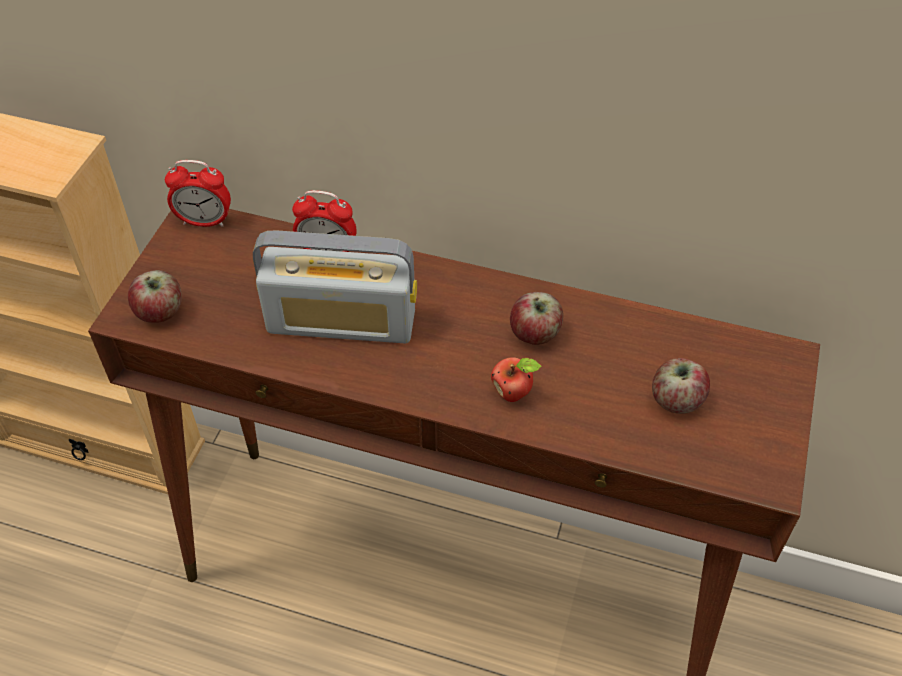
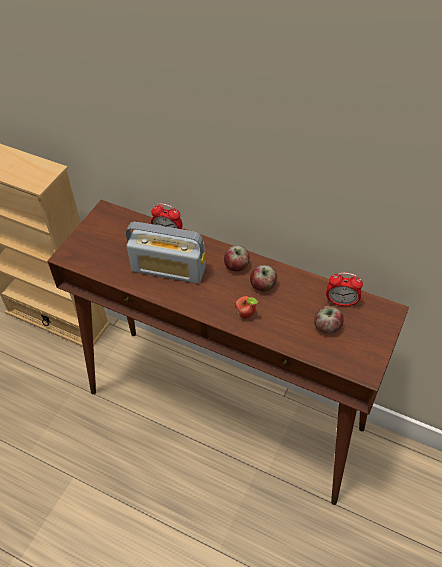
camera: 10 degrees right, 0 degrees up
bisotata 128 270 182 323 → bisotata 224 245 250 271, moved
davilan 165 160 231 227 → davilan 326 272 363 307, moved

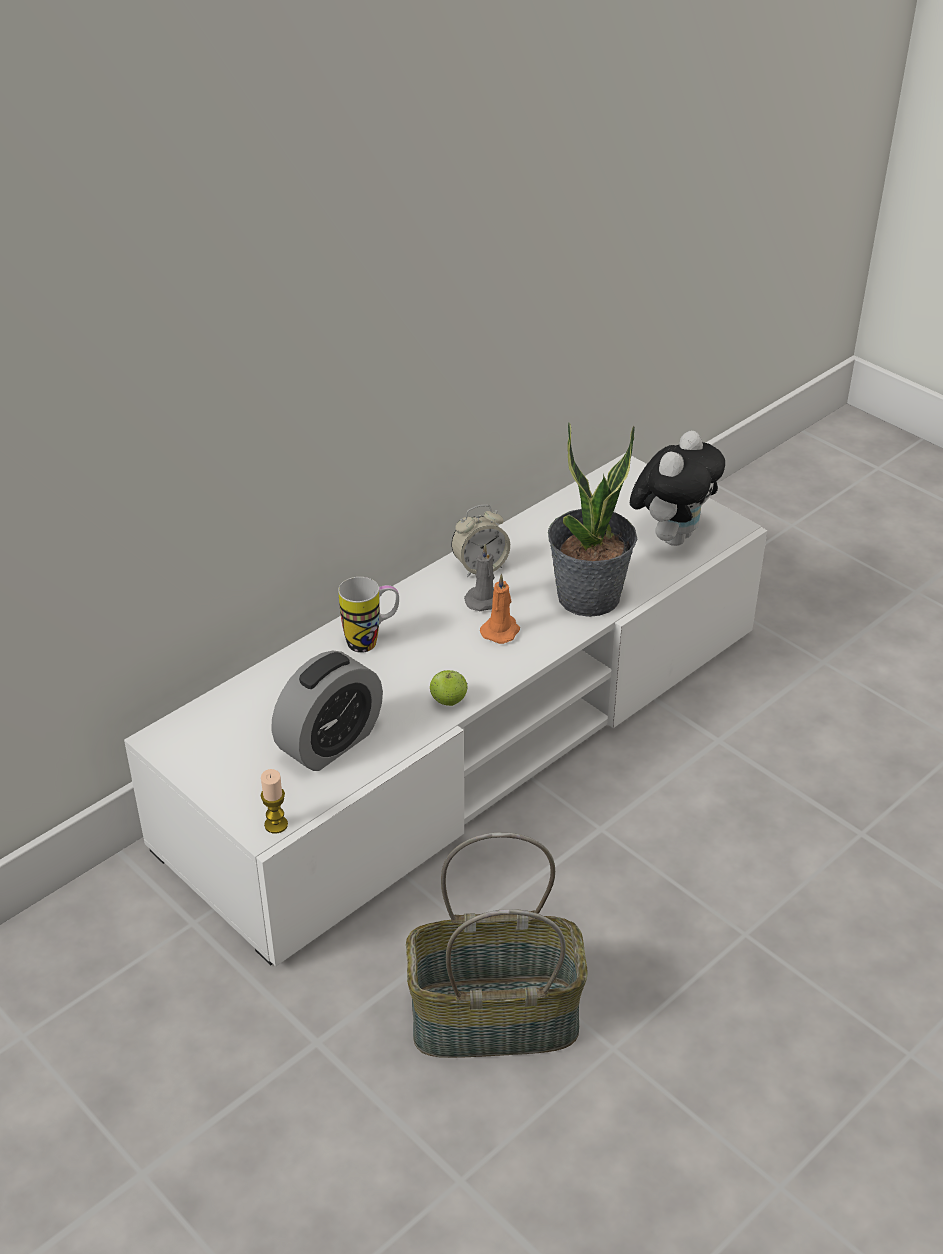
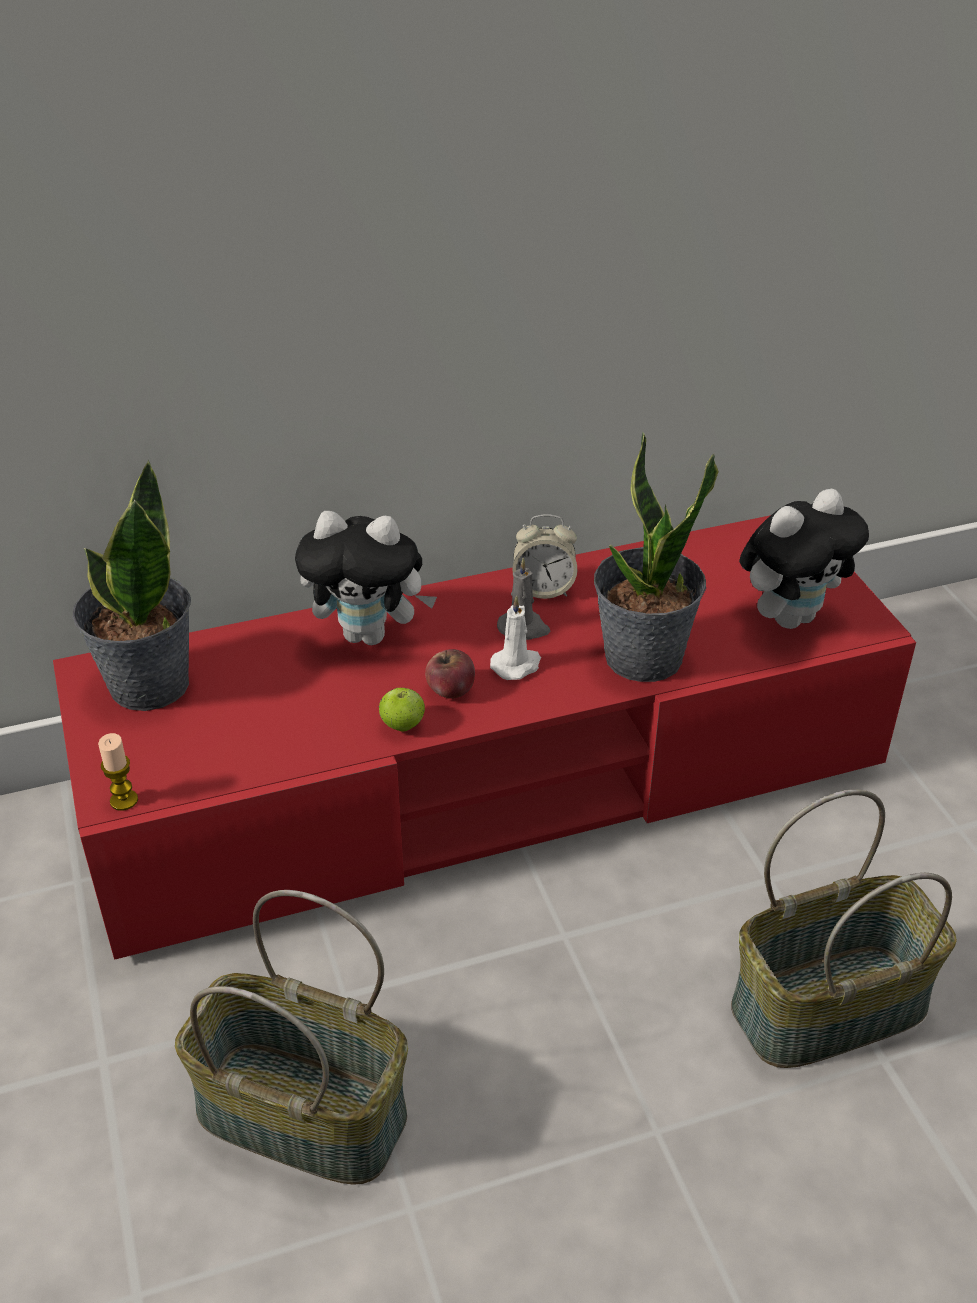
camera: 25 degrees right, 0 degrees up
davilan 272 651 383 771 → -
- → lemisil 73 459 191 711
- → bisotata 425 649 475 699
- → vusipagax 731 789 957 1068
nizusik 338 577 399 653 → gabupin 295 511 437 645
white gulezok 124 453 767 967 → red gulezok 53 515 916 960
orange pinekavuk 480 574 520 644 → white pinekavuk 490 595 541 680

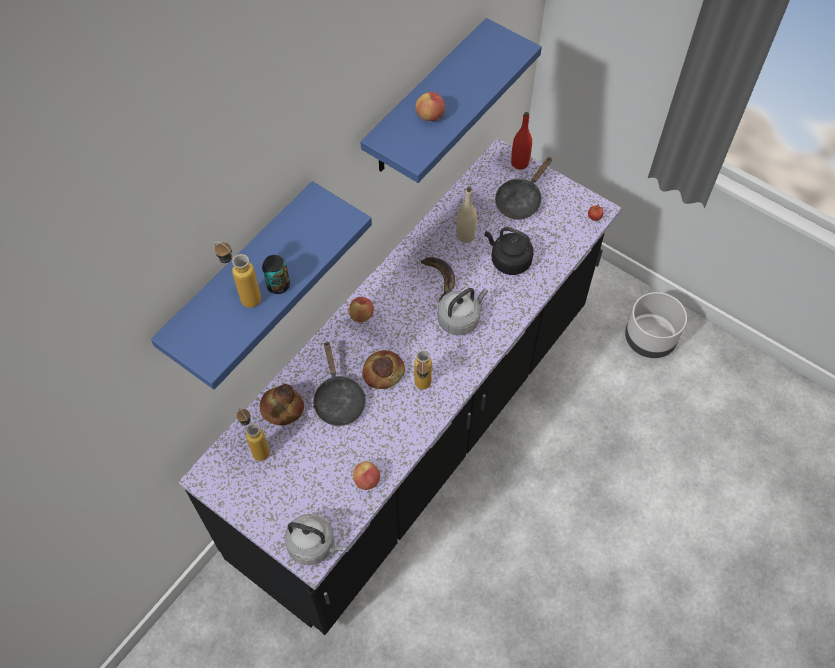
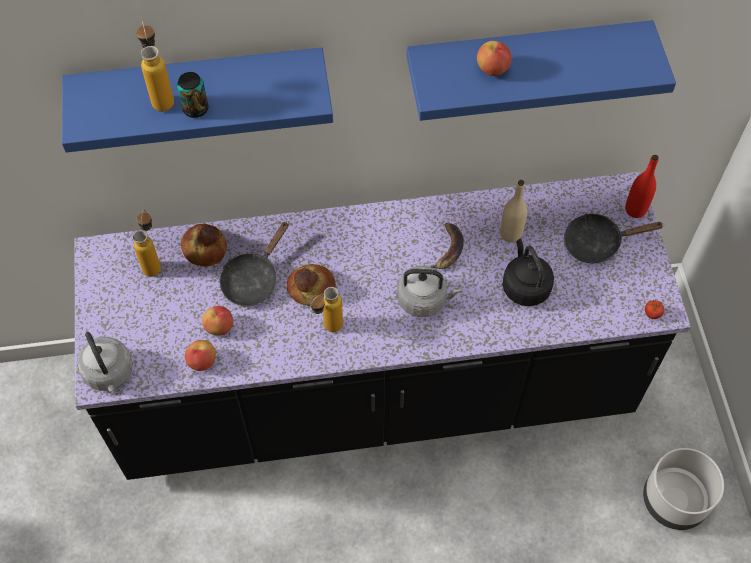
camera: 45 degrees right, 0 degrees up
bisotata 348 297 374 323 → bisotata 202 306 233 335, moved

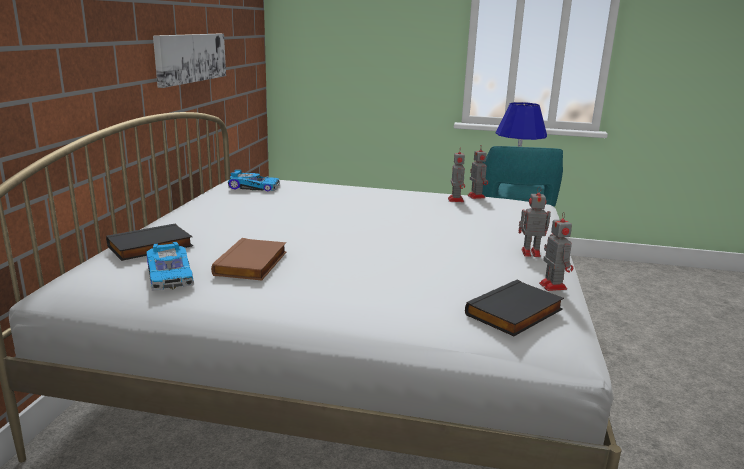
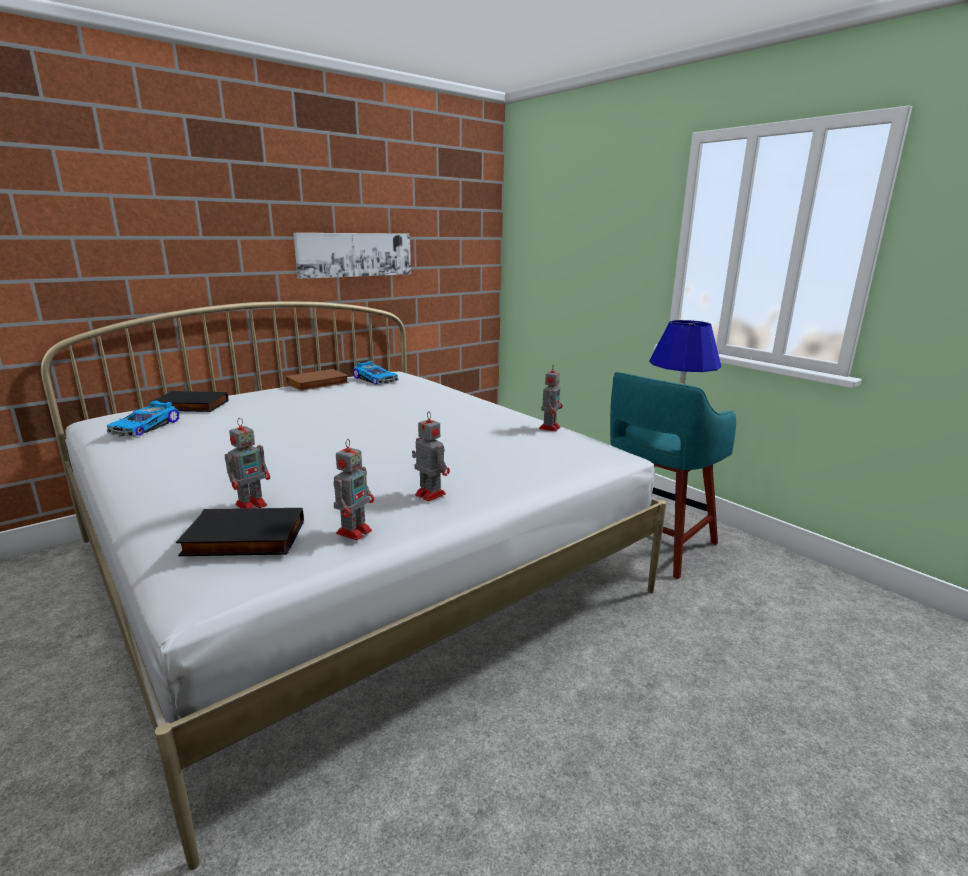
camera: 40 degrees right, 0 degrees up
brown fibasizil 211 238 287 280 → brown fibasizil 286 369 349 391, moved
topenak 448 152 465 202 → topenak 225 418 270 509, moved

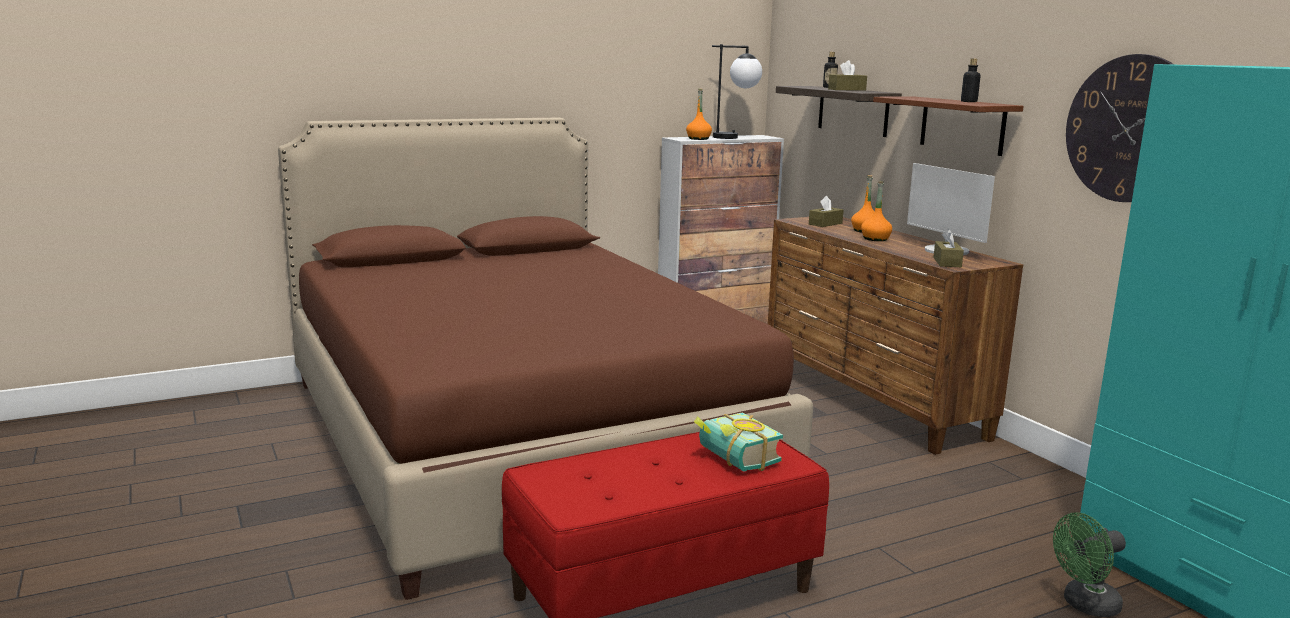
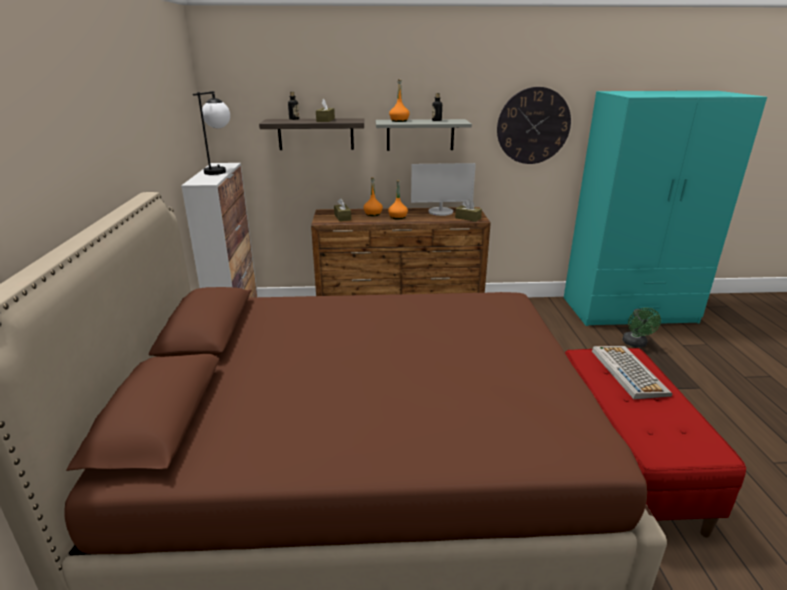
camera: 65 degrees left, 10 degrees up
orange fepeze 686 89 712 140 → orange fepeze 389 79 410 122, moved
fibasizil 694 412 783 472 → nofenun 592 346 672 399
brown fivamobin 873 96 1024 156 → grey fivamobin 376 119 472 151

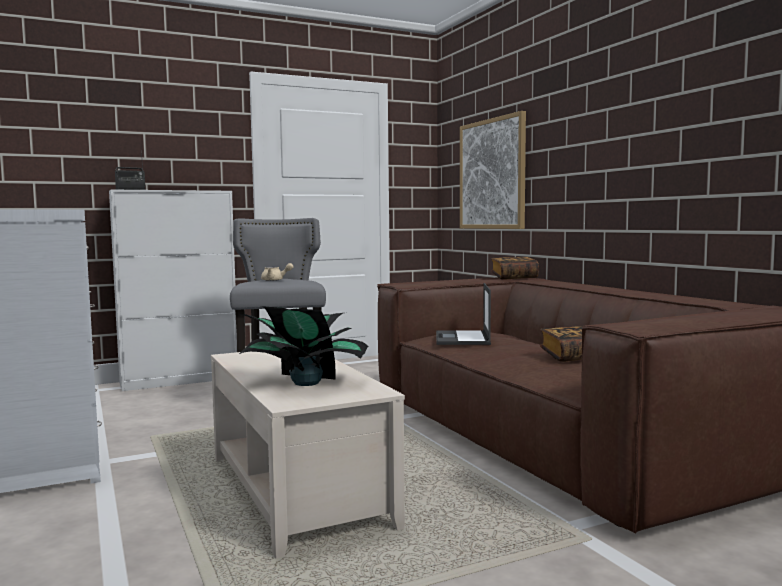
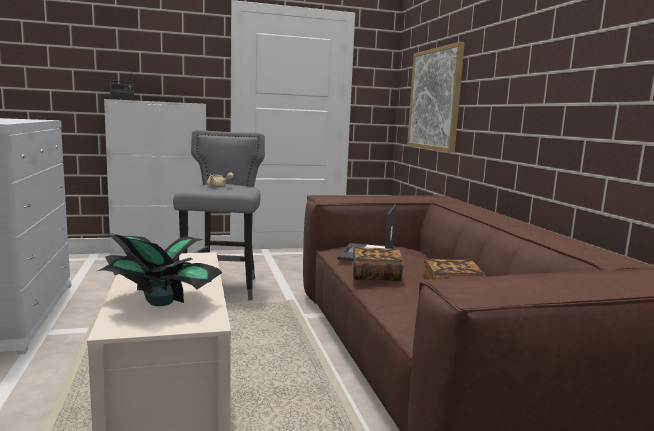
camera: 10 degrees right, 5 degrees up
fibasizil 491 257 539 280 → fibasizil 353 247 404 281, moved

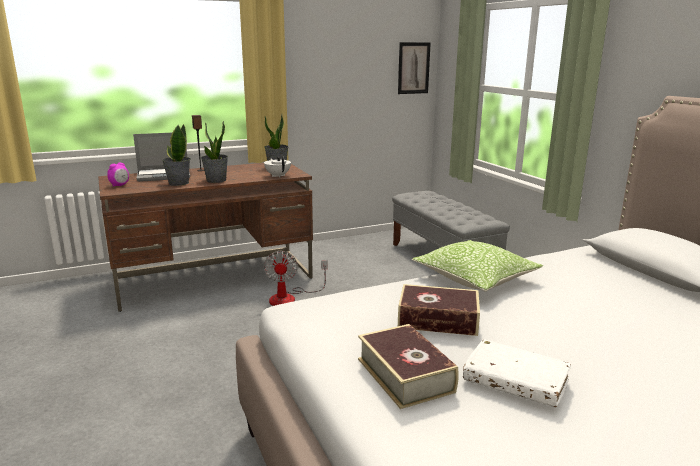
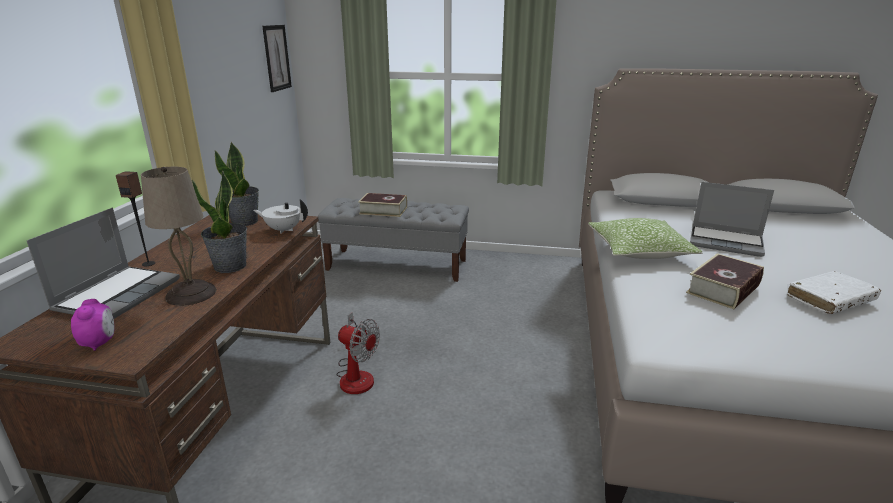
camera: 55 degrees left, 5 degrees up
- → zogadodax 690 182 774 257
fibasizil 358 324 459 409 → fibasizil 358 193 407 217, moved
lemisil 162 124 190 186 → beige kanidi 141 167 217 306

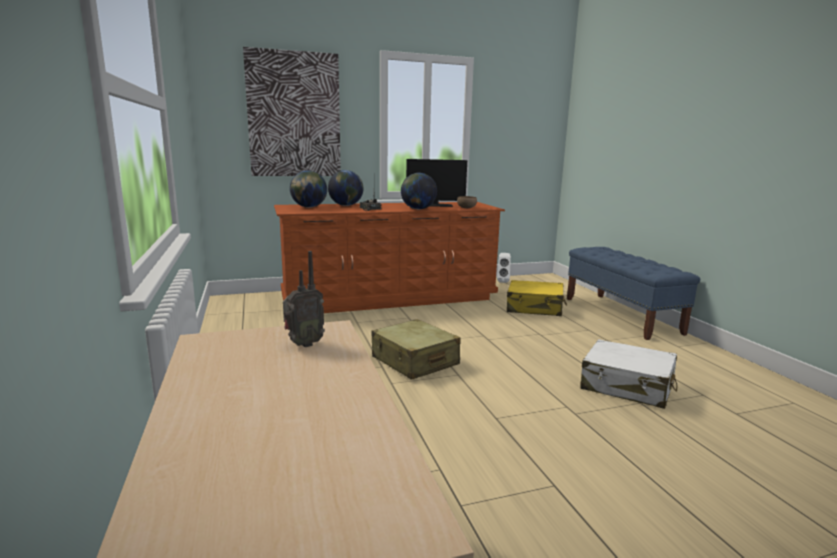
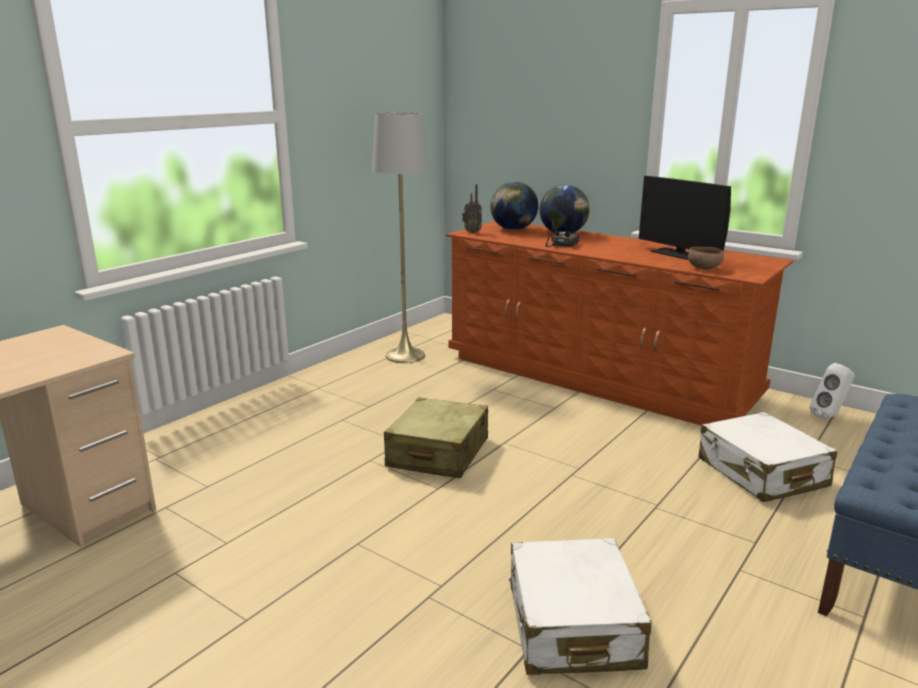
camera: 55 degrees right, 5 degrees up
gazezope 243 47 341 176 → -
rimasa 401 173 437 209 → -
- → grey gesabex 372 111 428 363
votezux 283 251 325 347 → votezux 462 184 482 233, moved
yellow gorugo 507 280 567 316 → white gorugo 699 412 837 502

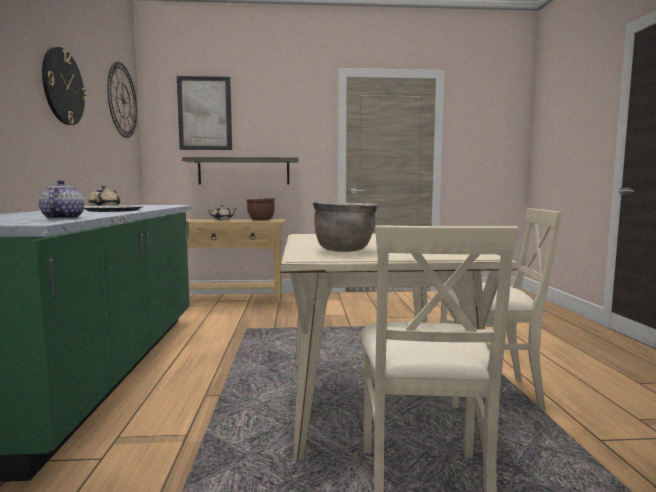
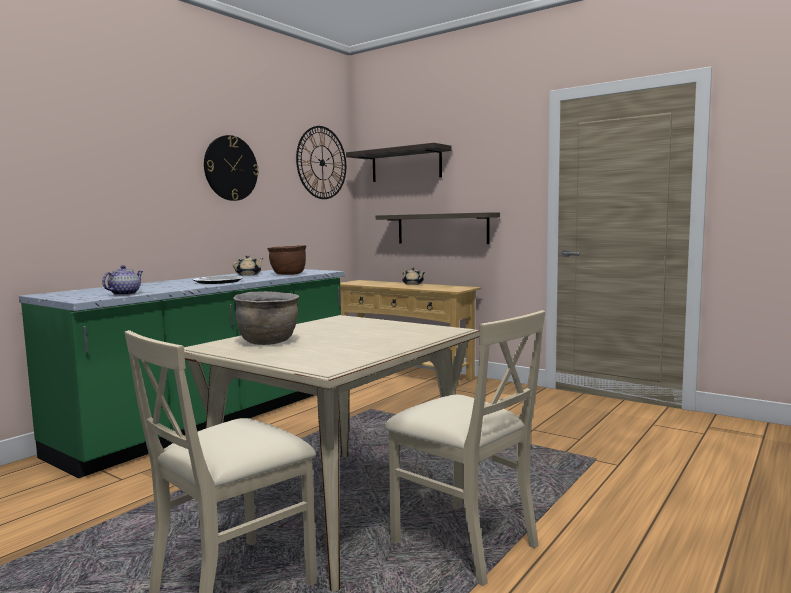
camera: 40 degrees right, 0 degrees up
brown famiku 246 198 275 220 → brown famiku 267 245 306 275, moved
gazezope 177 76 232 150 → fivamobin 346 143 451 182

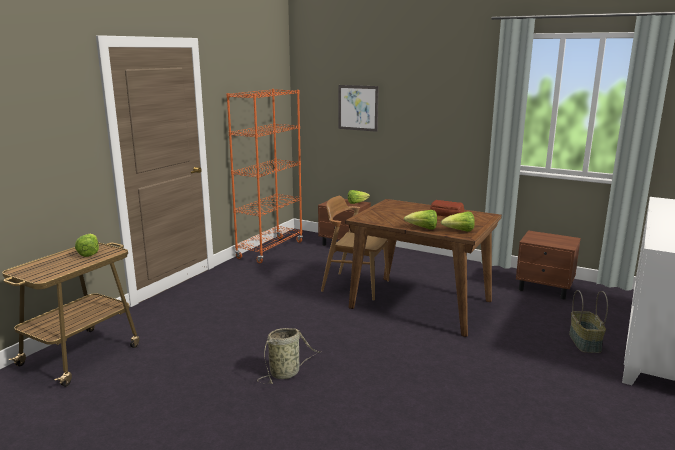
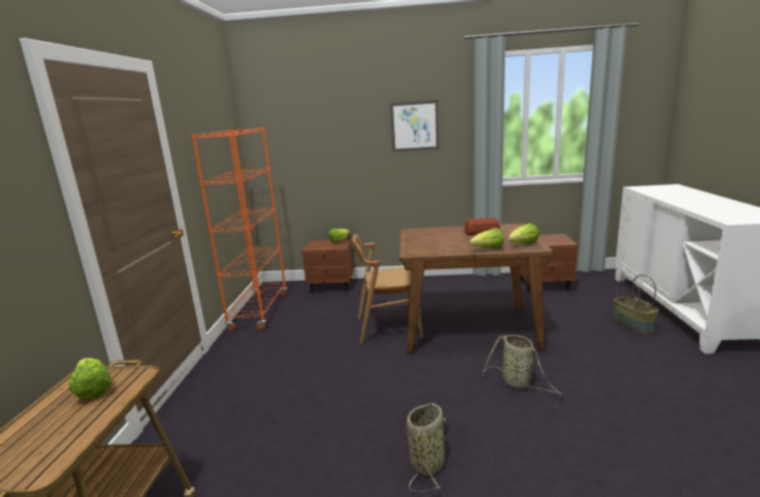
camera: 25 degrees left, 0 degrees up
- → vusipagax 483 335 561 394
gazezope 339 85 379 132 → gazezope 390 100 439 152, moved

